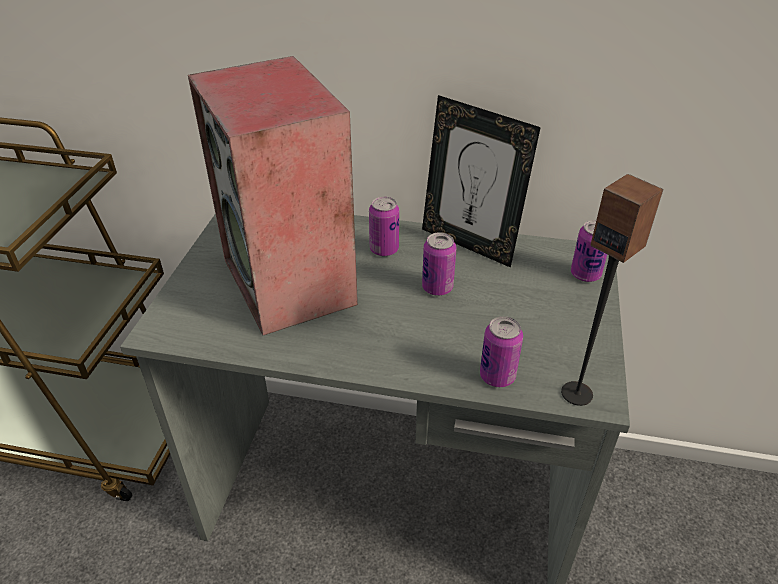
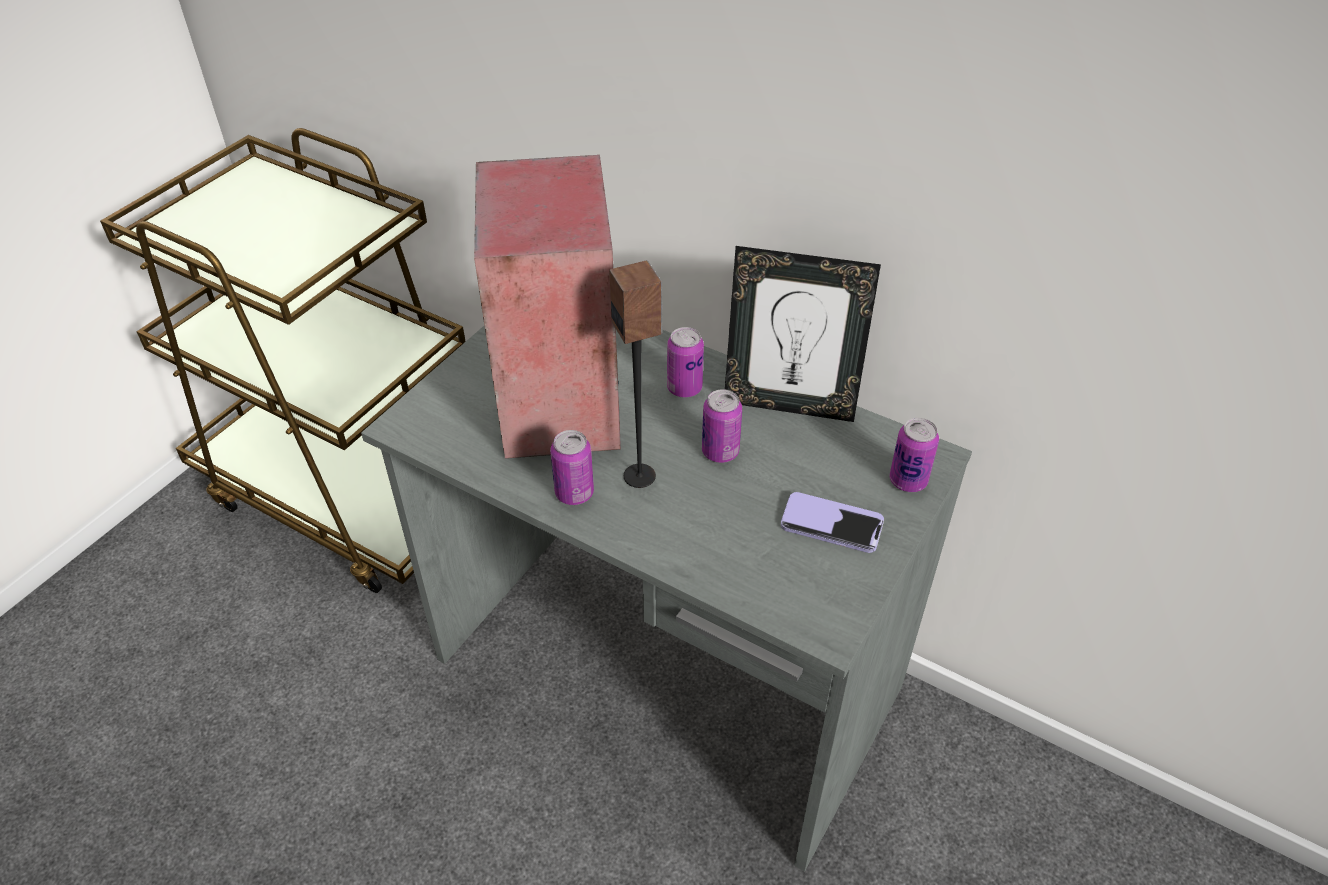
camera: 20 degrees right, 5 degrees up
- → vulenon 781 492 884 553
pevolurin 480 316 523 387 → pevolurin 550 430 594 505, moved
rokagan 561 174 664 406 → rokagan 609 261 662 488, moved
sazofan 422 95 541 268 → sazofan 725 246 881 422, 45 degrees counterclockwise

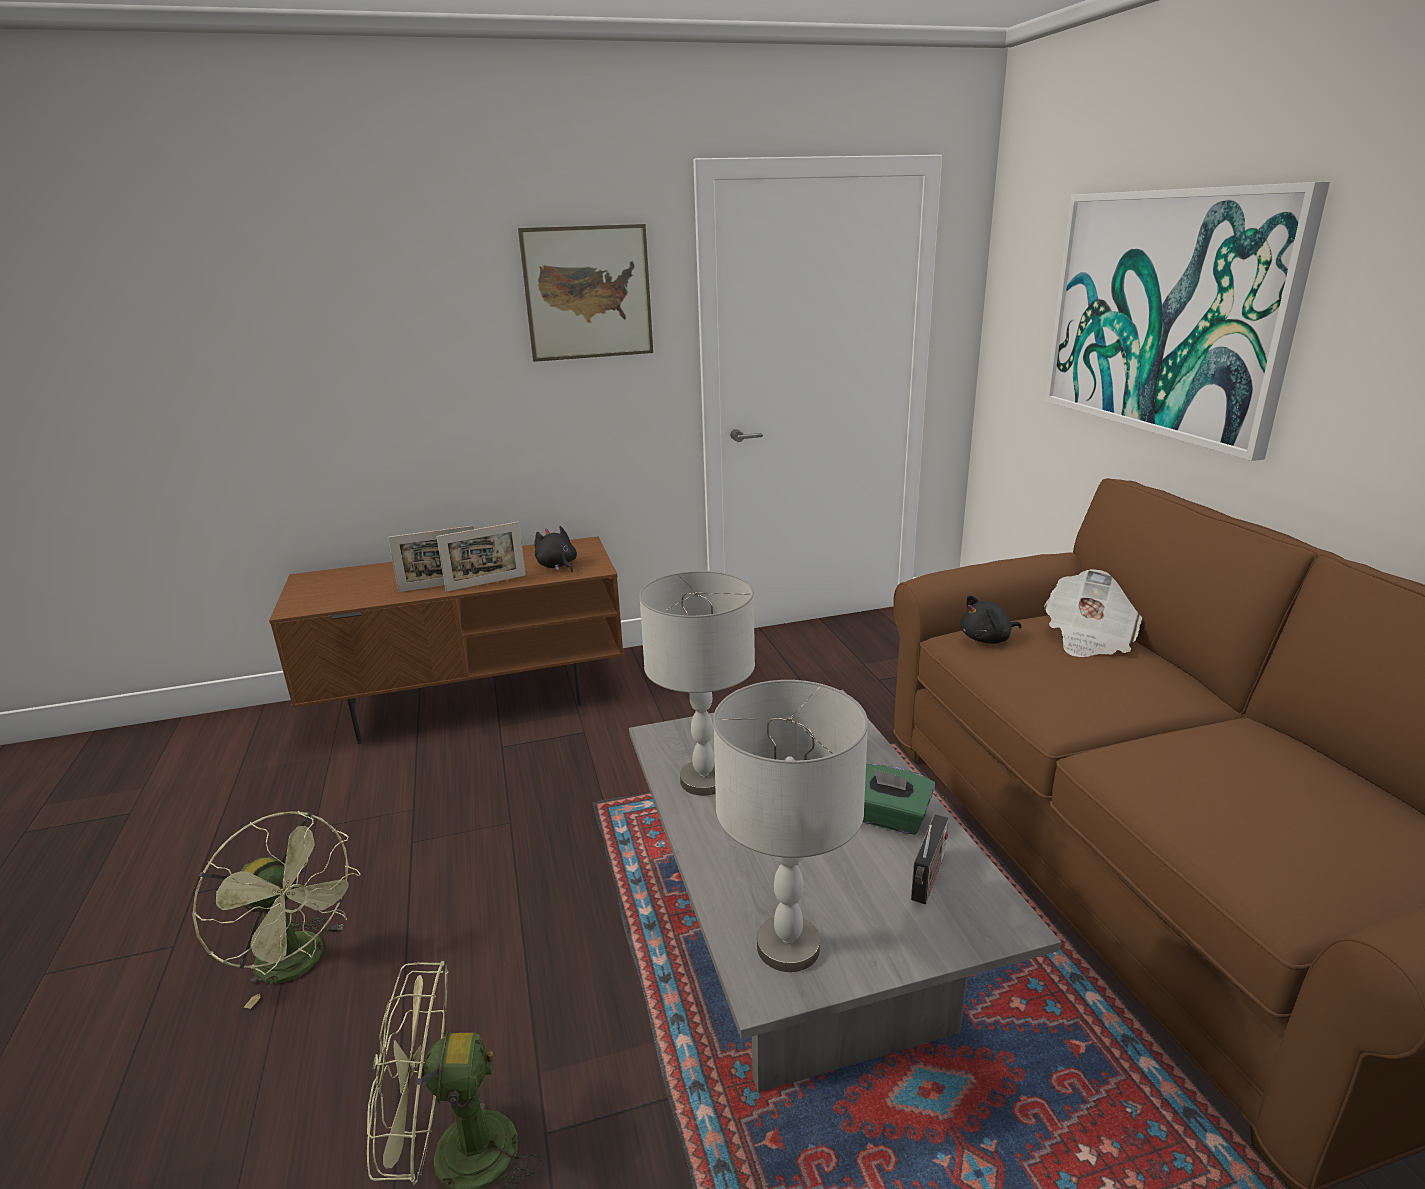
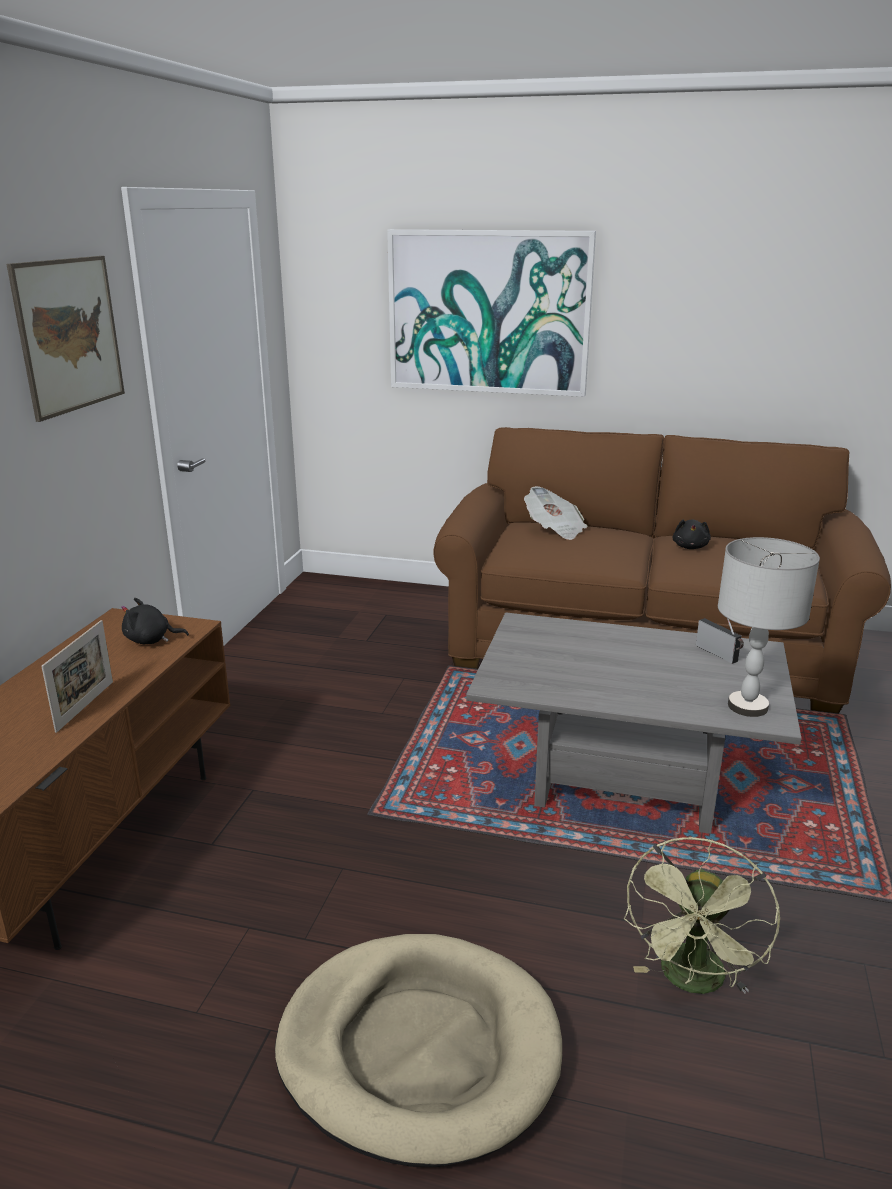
camera: 60 degrees left, 0 degrees up
sazofan 436 522 526 592 → -
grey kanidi 639 571 755 796 → -
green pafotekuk 863 764 935 835 → -
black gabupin 960 595 1022 644 → black gabupin 672 520 711 549, moved
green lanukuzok 192 811 361 1009 → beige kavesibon 275 934 562 1167

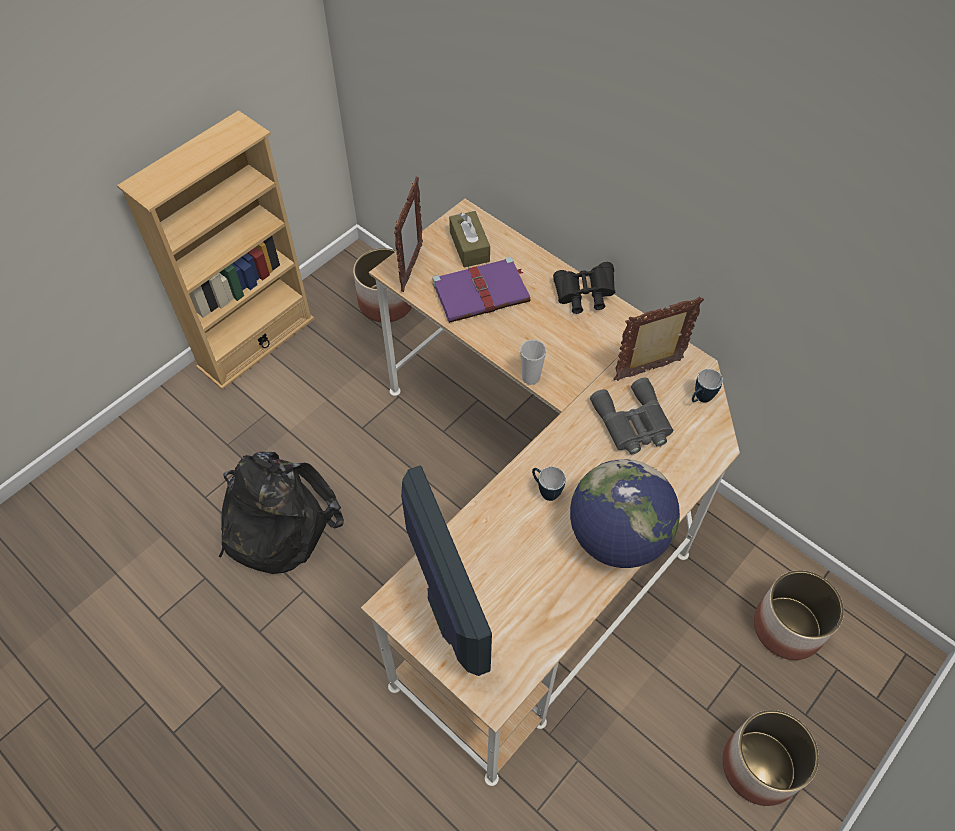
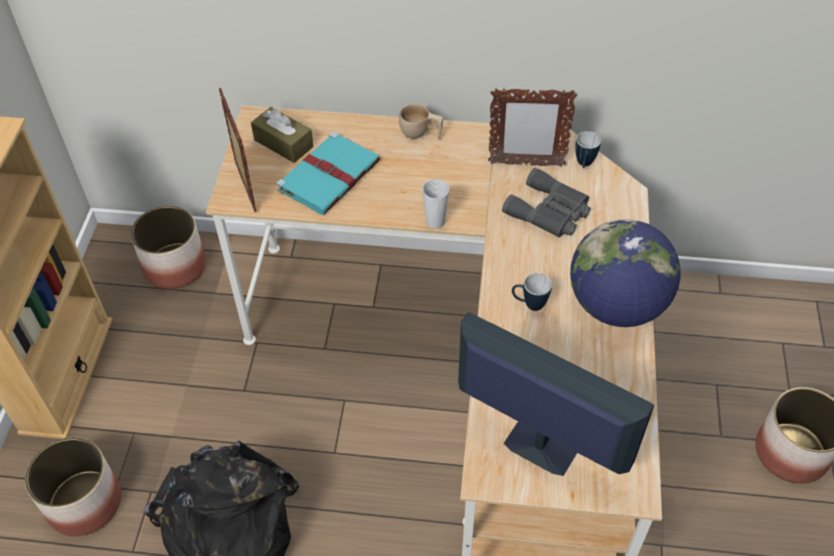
camera: 35 degrees left, 5 degrees down
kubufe 754 570 844 660 → kubufe 25 437 121 536, moved
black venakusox 553 262 615 314 → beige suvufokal 399 104 443 139
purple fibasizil 432 257 530 323 → turquoise fibasizil 276 132 380 215
sazofan 613 296 704 381 → sazofan 488 87 577 167, 120 degrees counterclockwise

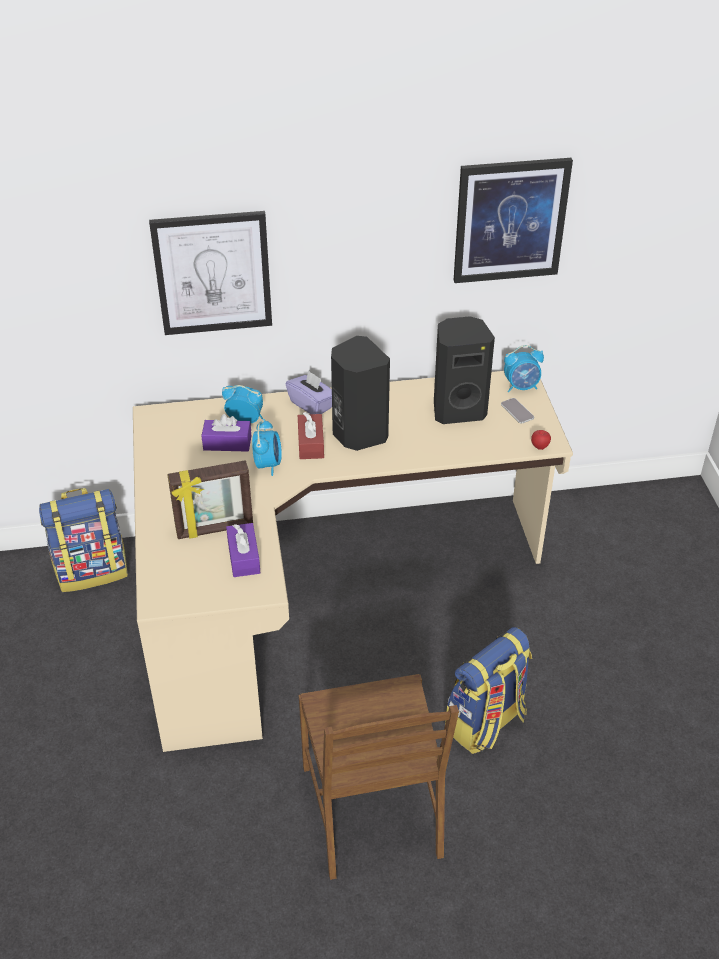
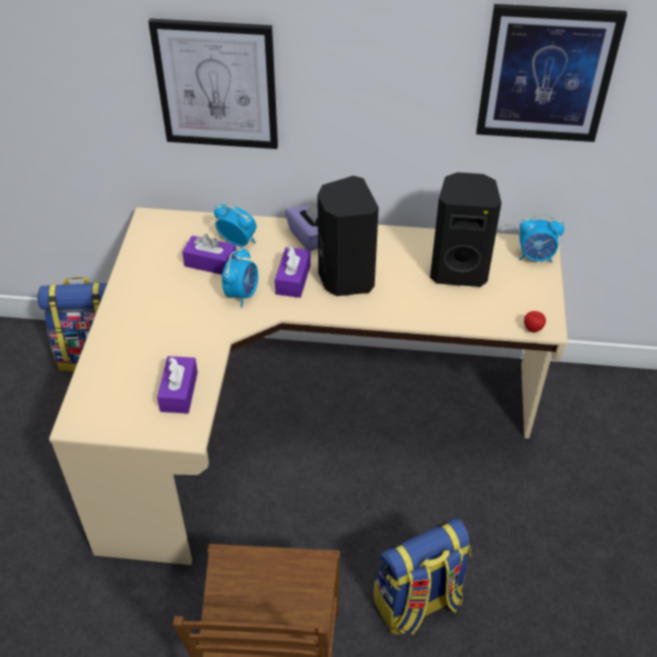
camera: 15 degrees right, 5 degrees up
sazofan 167 460 253 539 → -
vulenon 501 398 534 424 → -
red pafotekuk 298 412 324 459 → purple pafotekuk 275 246 311 298

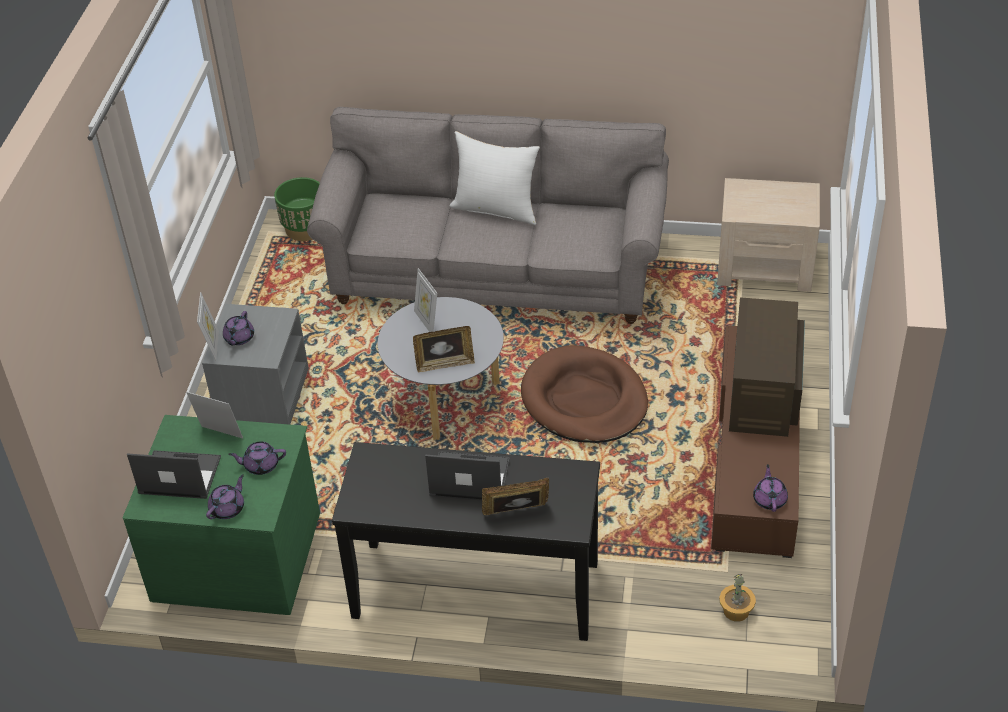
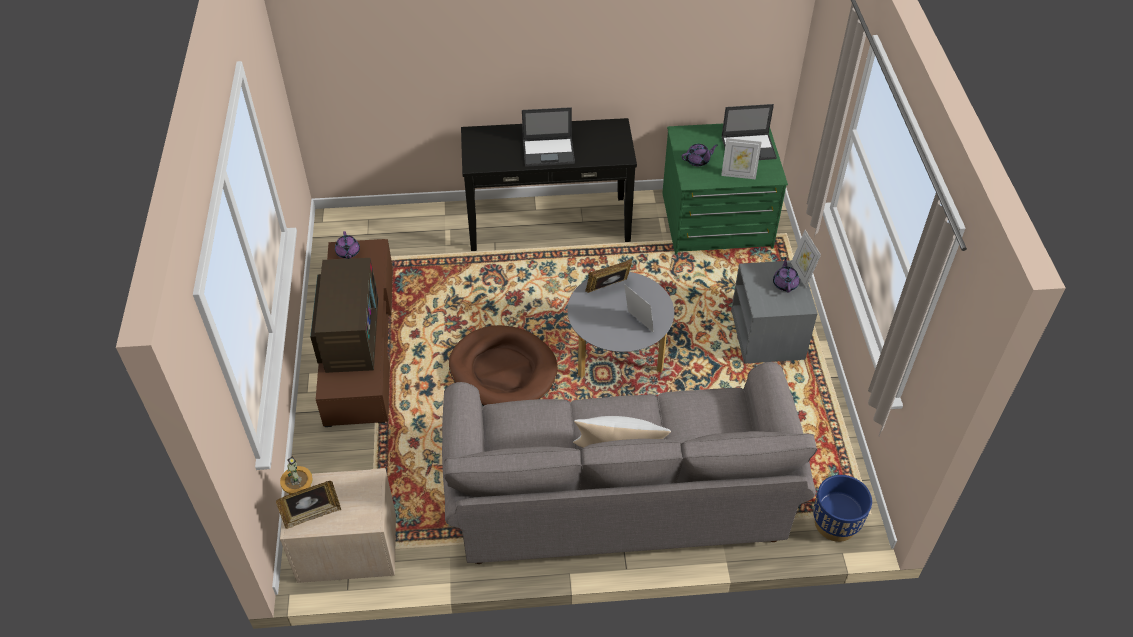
camera: 165 degrees right, 5 degrees up
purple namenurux 206 474 244 519 → -
sazofan 482 478 549 515 → sazofan 276 481 341 529, moved
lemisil 719 574 756 622 → lemisil 280 456 313 494, moved
green kubufe 274 177 320 241 → blue kubufe 813 475 872 542

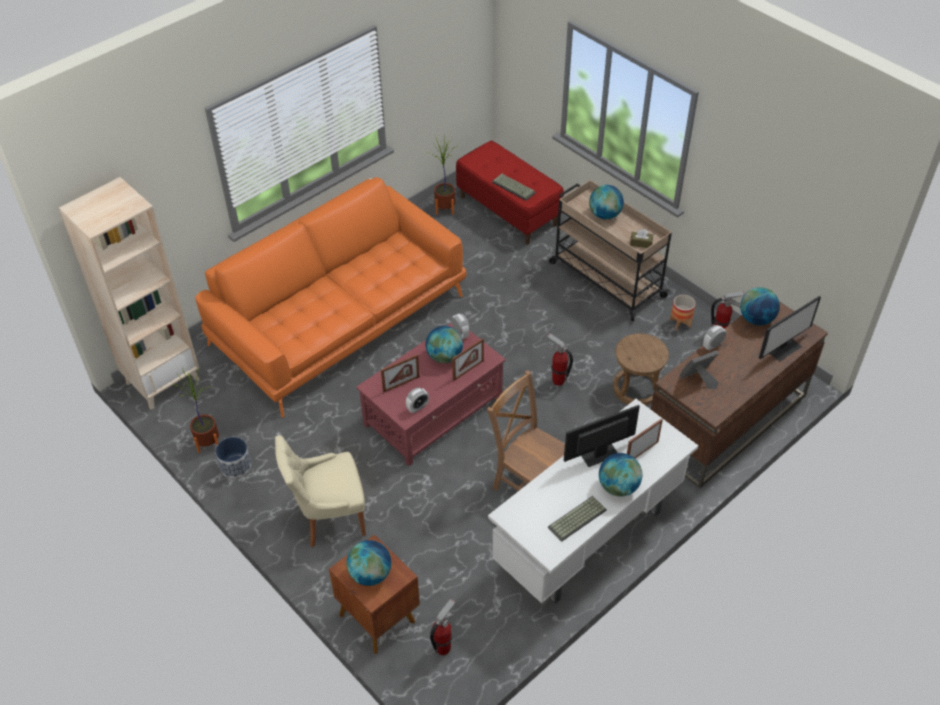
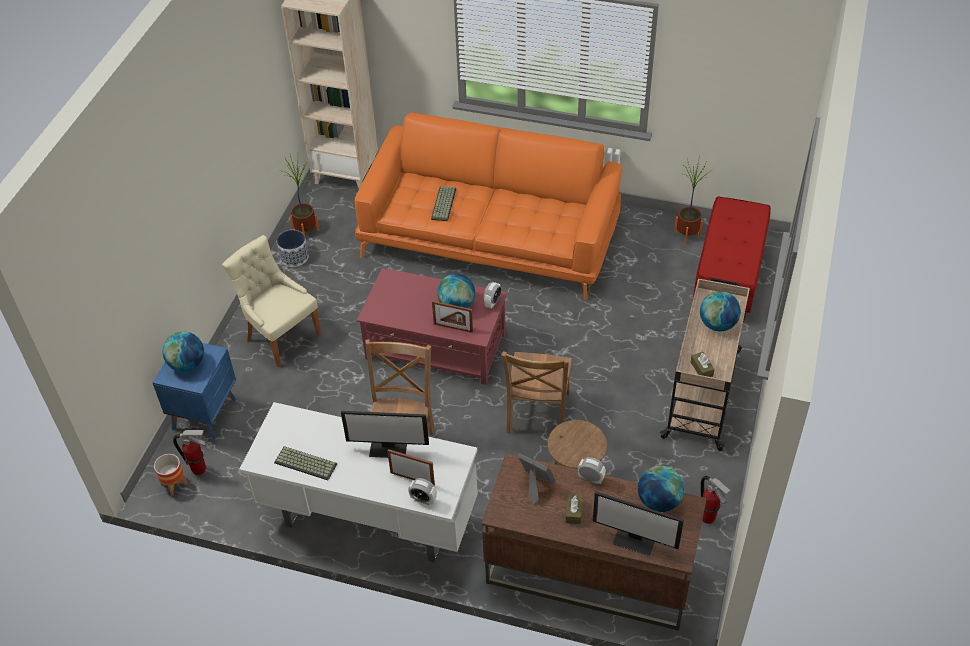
camera: 60 degrees right, 0 degrees up
sazofan 381 354 420 392 → -
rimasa 599 453 642 497 → -
- → brown pafotekuk 566 493 582 524
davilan 406 388 429 413 → davilan 408 478 437 505, moved
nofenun 492 174 536 201 → nofenun 431 186 456 221, moved
kubufe 670 295 696 330 → kubufe 154 454 188 495, moved
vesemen 547 333 573 386 → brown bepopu 501 351 572 434
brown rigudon 329 534 420 654 → blue rigudon 153 343 236 440
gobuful 564 405 640 467 → gobuful 341 411 429 458, 150 degrees clockwise

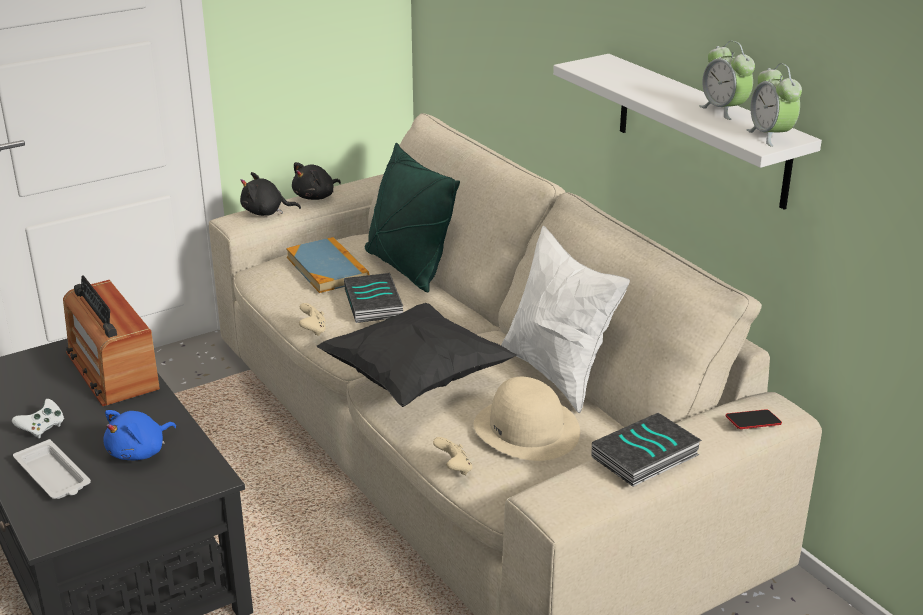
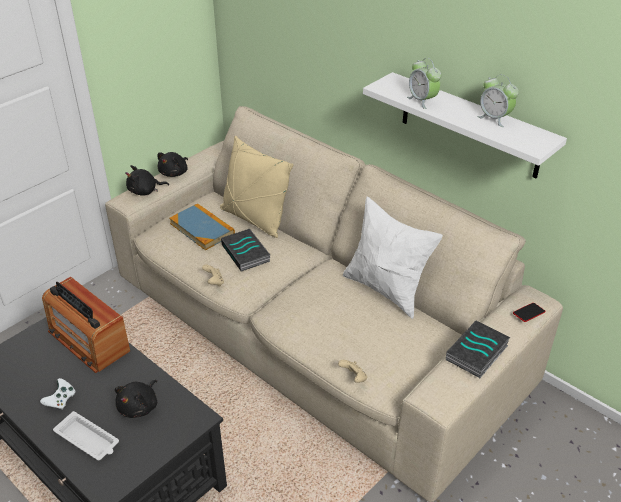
camera: 15 degrees left, 10 degrees up
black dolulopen 317 303 516 407 → -
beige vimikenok 474 377 580 461 → -
davilan 746 63 802 147 → davilan 407 58 441 109, moved
blue gabupin 103 410 176 460 → black gabupin 115 380 157 418
green dolulopen 365 143 460 292 → beige dolulopen 220 136 294 238

